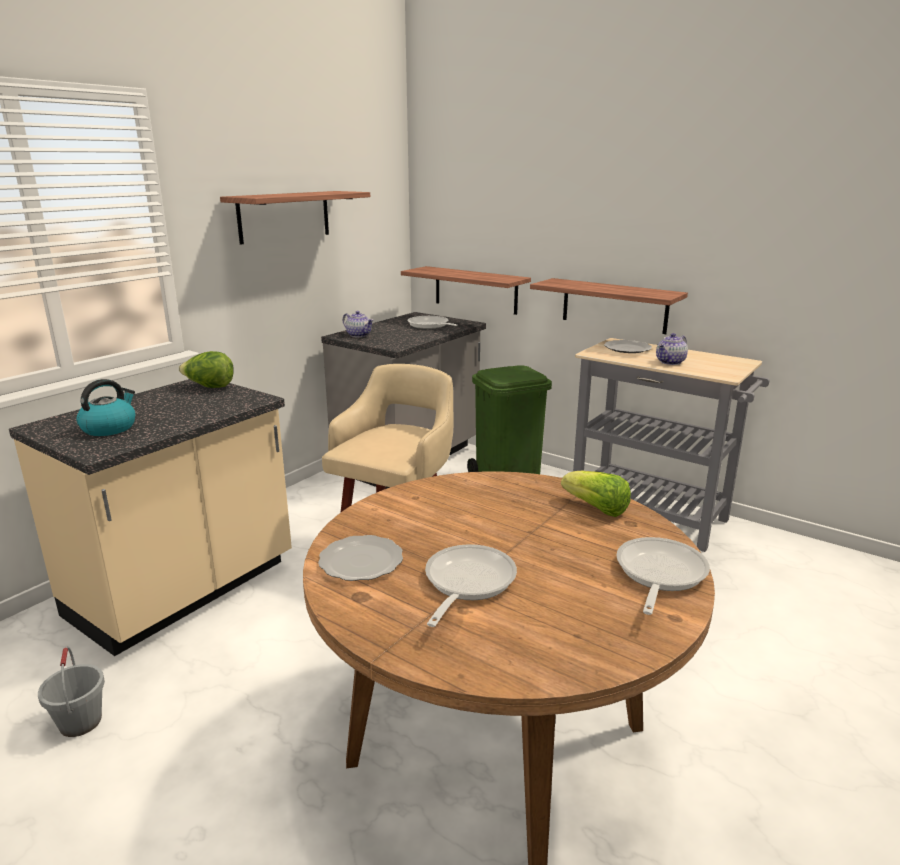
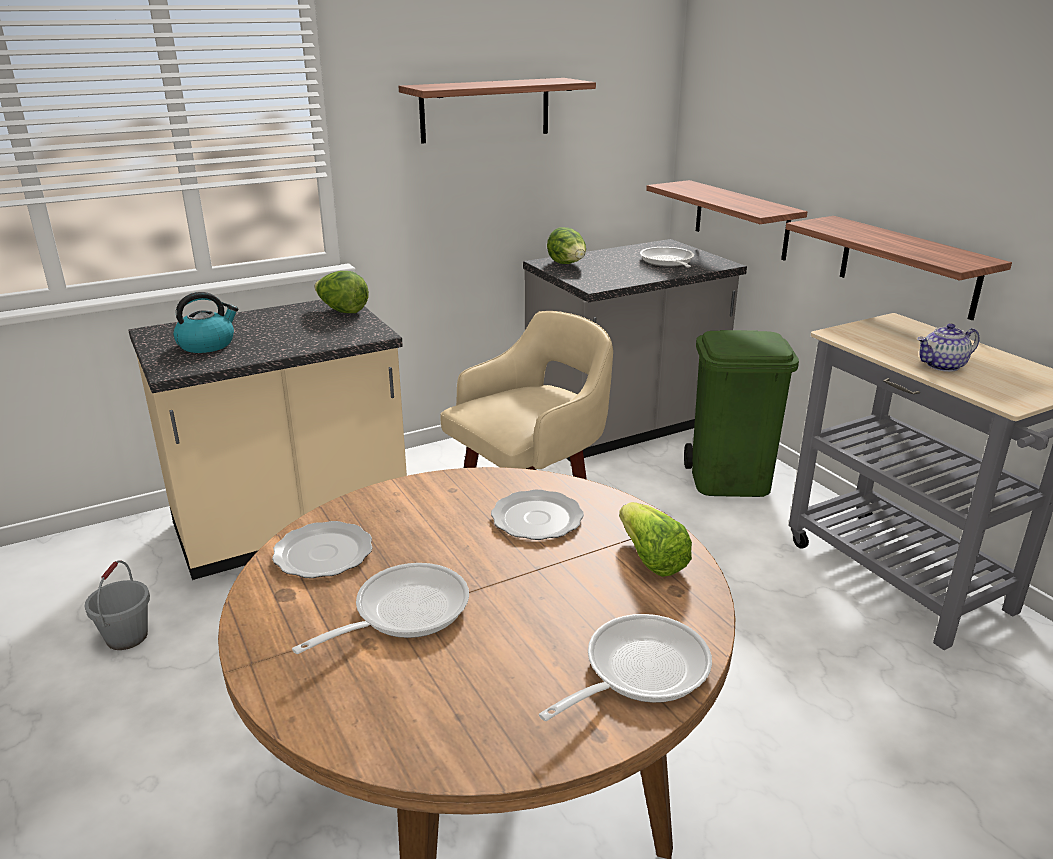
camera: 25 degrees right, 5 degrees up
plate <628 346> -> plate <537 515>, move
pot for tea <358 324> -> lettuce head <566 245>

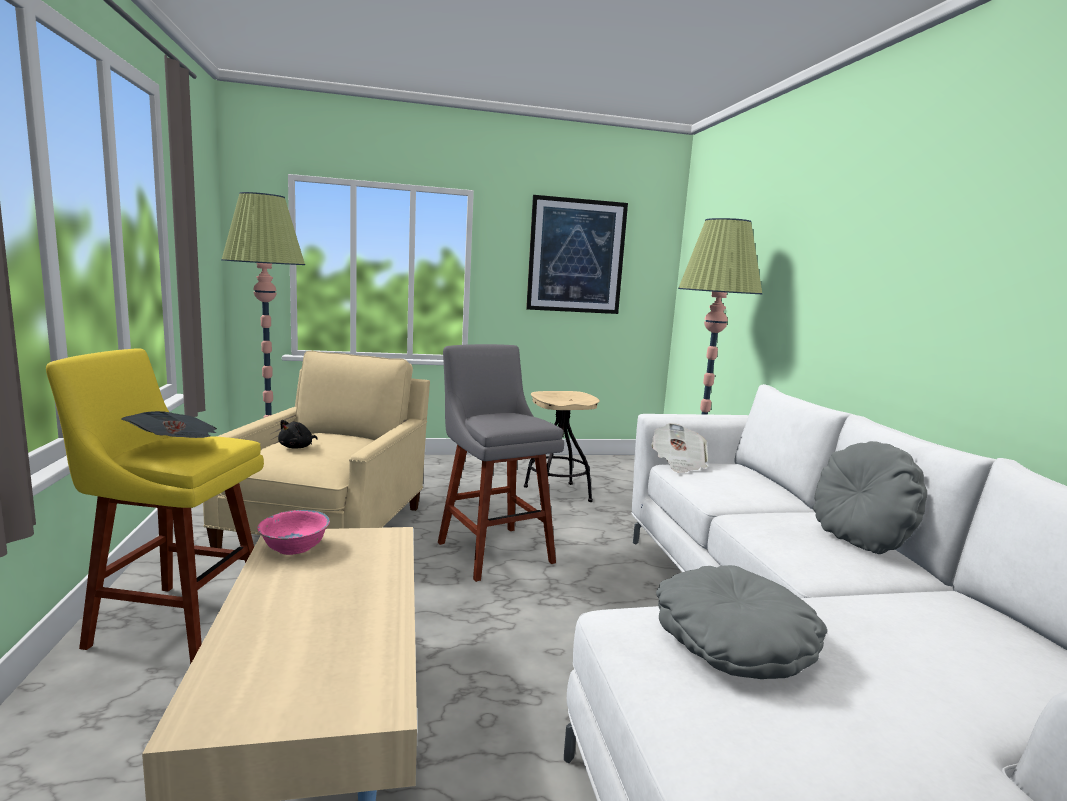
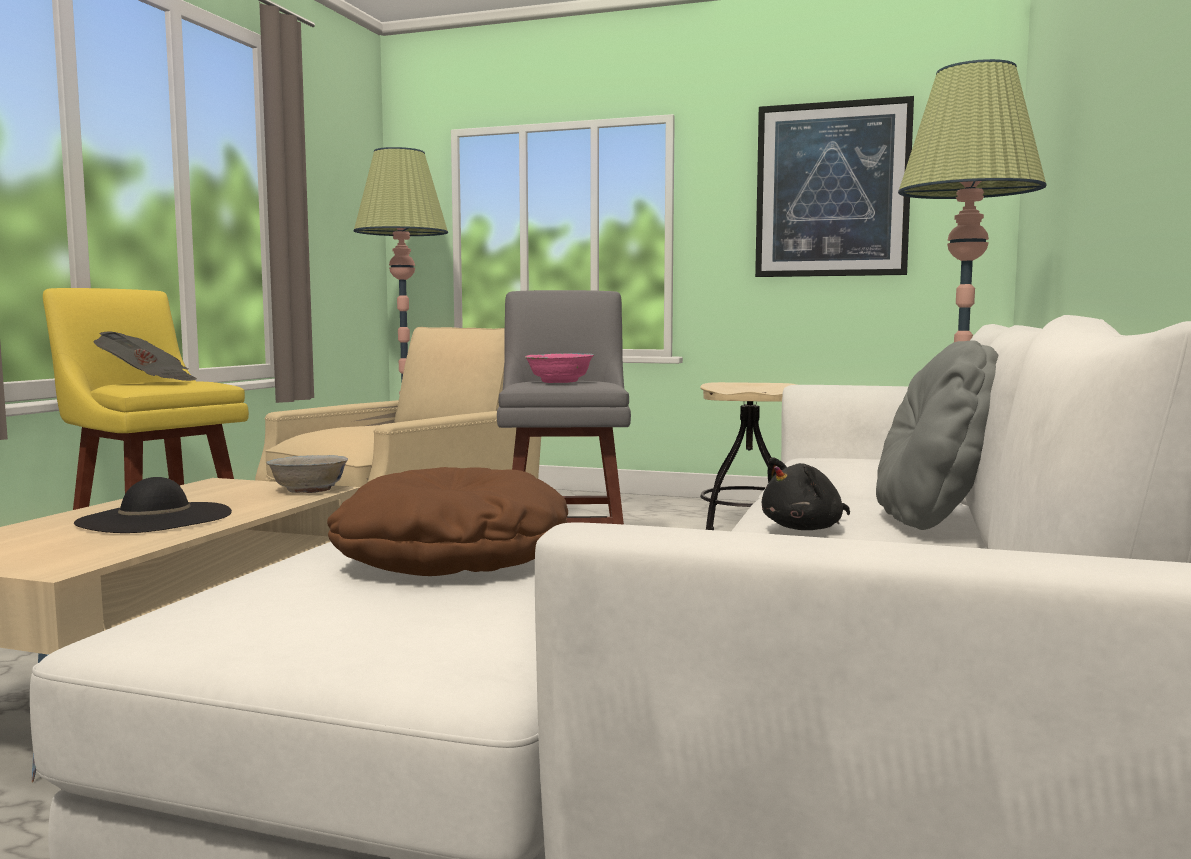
camera: 30 degrees right, 5 degrees down
none -> black wearable hat <153 505>
none -> white serving bowl <307 474>
grey cushion <741 622> -> brown-coloured cushion <447 521>
pinkish serving bowl <293 532> -> pinkish serving bowl <559 368>, move
black soft toy <298 434> -> black soft toy <806 493>, move
printed paper <679 448> -> none

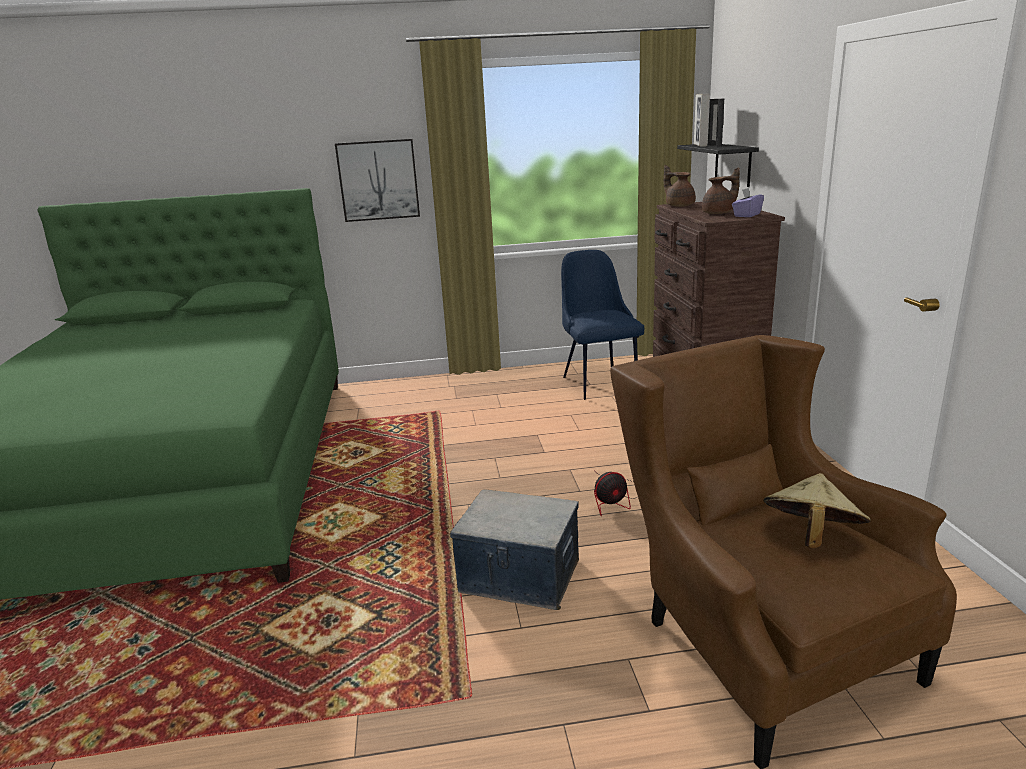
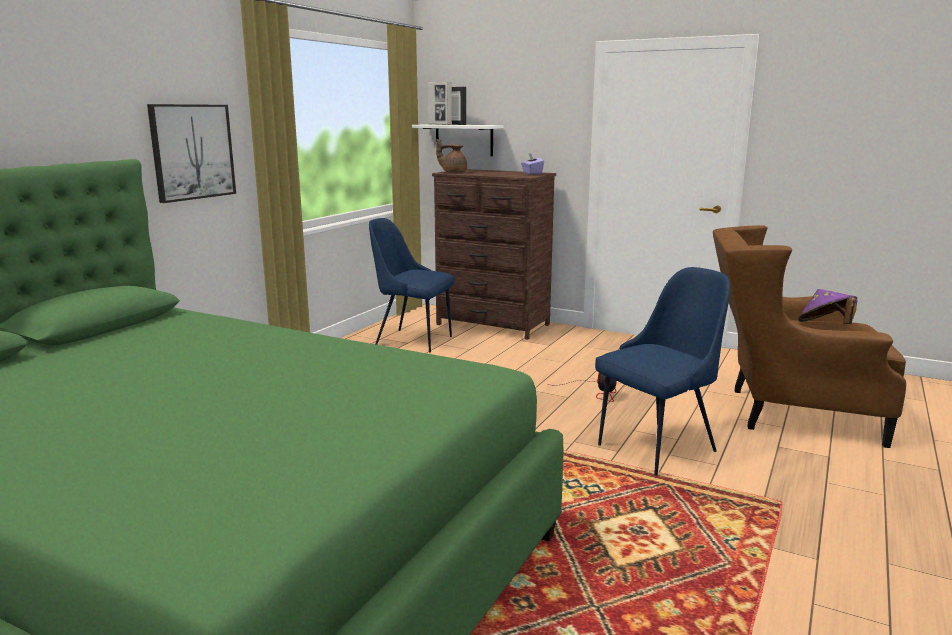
camera: 55 degrees left, 5 degrees down
black shelf <718 165> -> white shelf <457 140>
storage bin <514 549> -> bluish upright chair <662 371>
beige wearable hat <817 510> -> purple-coloured wearable hat <827 306>
brown-coloured pot for tea <721 191> -> none

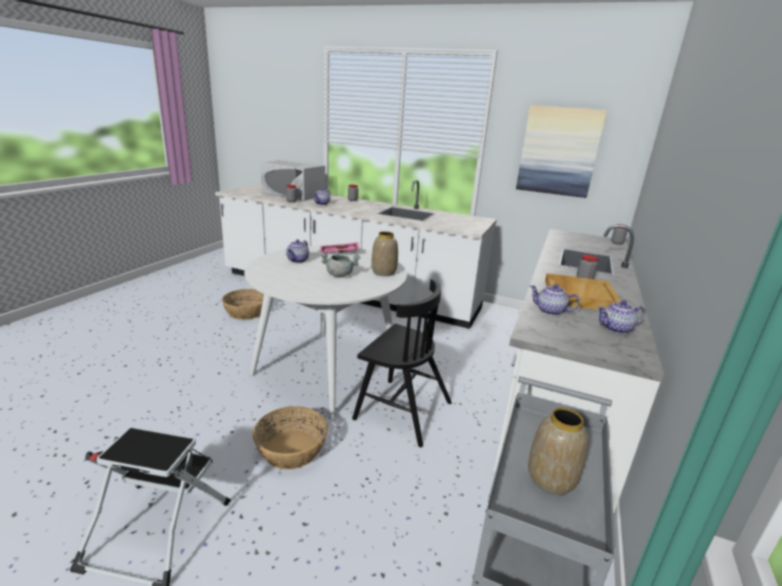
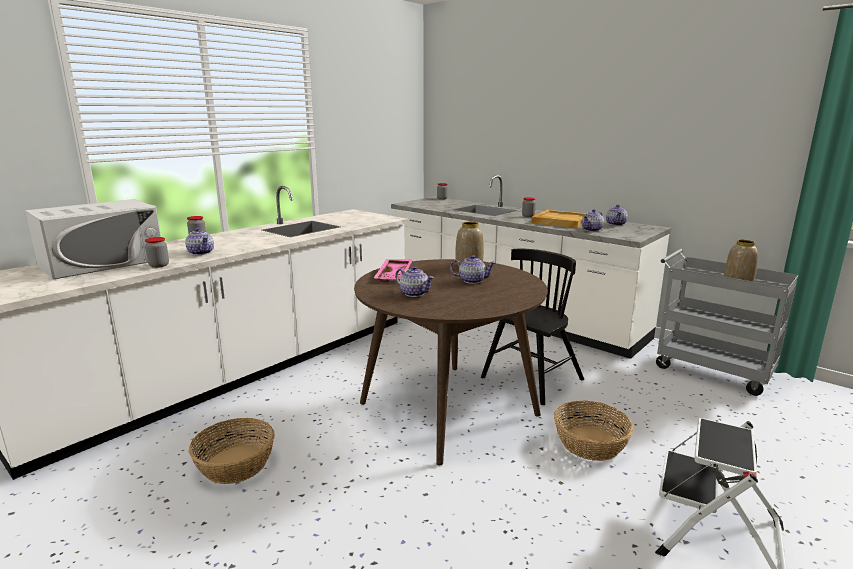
camera: 70 degrees left, 5 degrees down
white dining table <325 331> -> brown-coloured dining table <451 362>
grey stockpot <340 265> -> pot for tea <473 269>
wall art <561 151> -> none

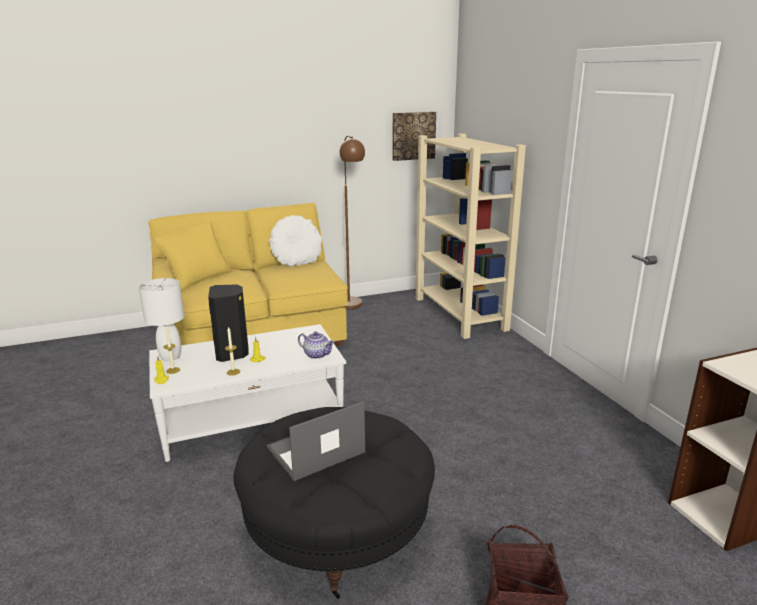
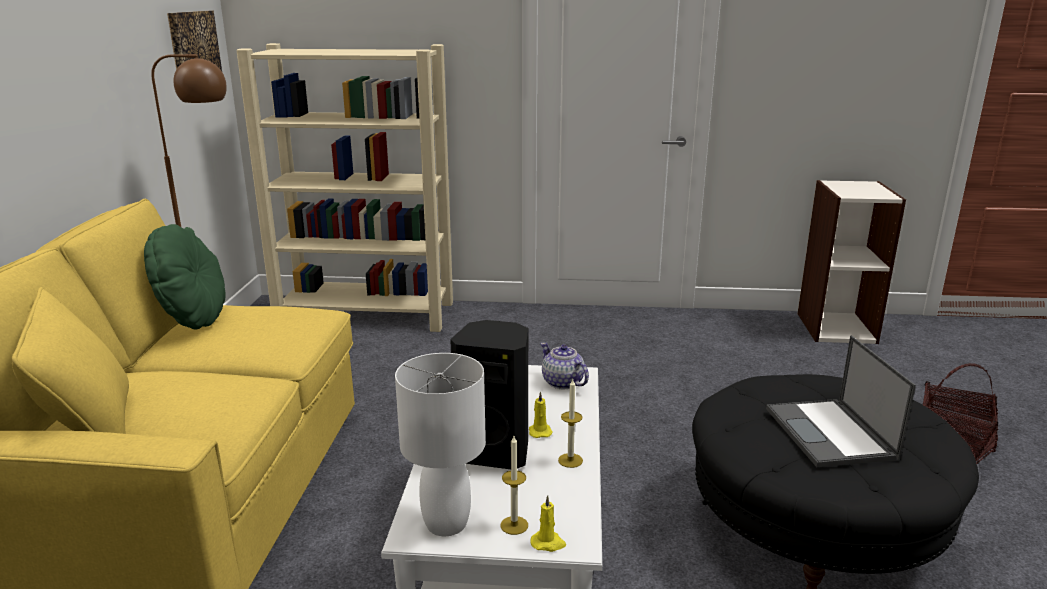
camera: 65 degrees left, 0 degrees up
white cushion <295 241> -> green-coloured cushion <185 277>
pot for tea <316 345> -> pot for tea <564 366>, 90 degrees counterclockwise

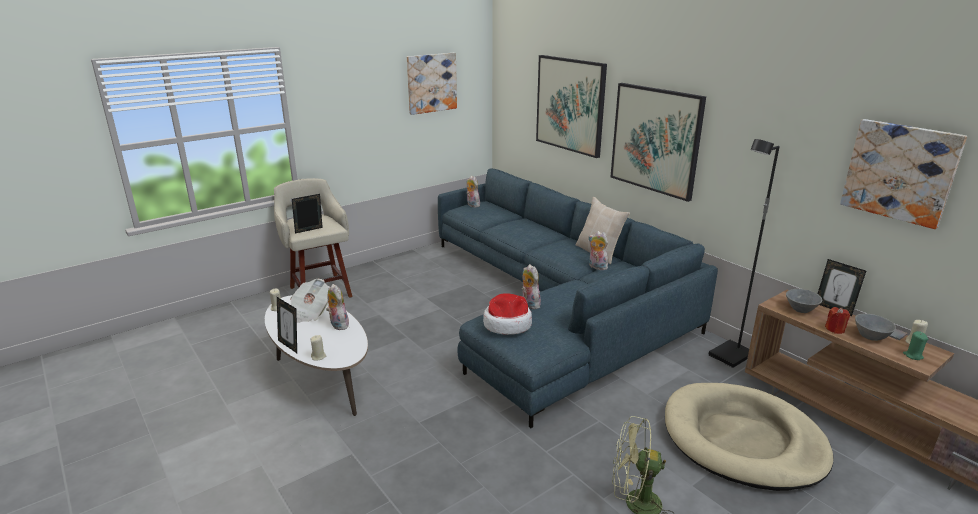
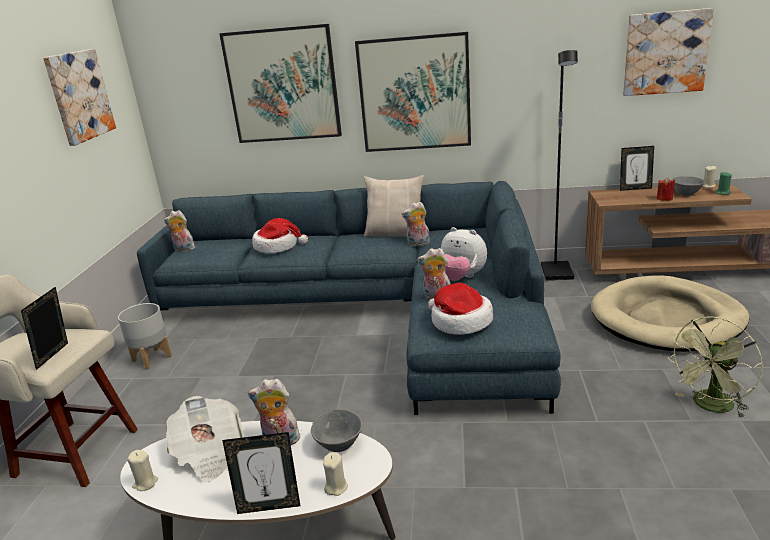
camera: 45 degrees left, 0 degrees up
none -> grey flower pot <145 336>
none -> wearable hat <280 235>
grey serving bowl <804 301> -> grey serving bowl <337 430>, move
none -> soft toy <464 254>

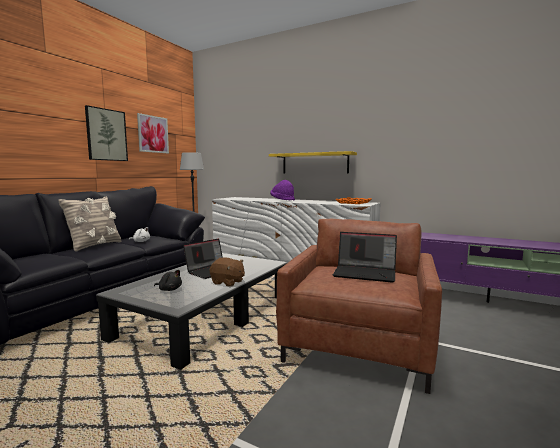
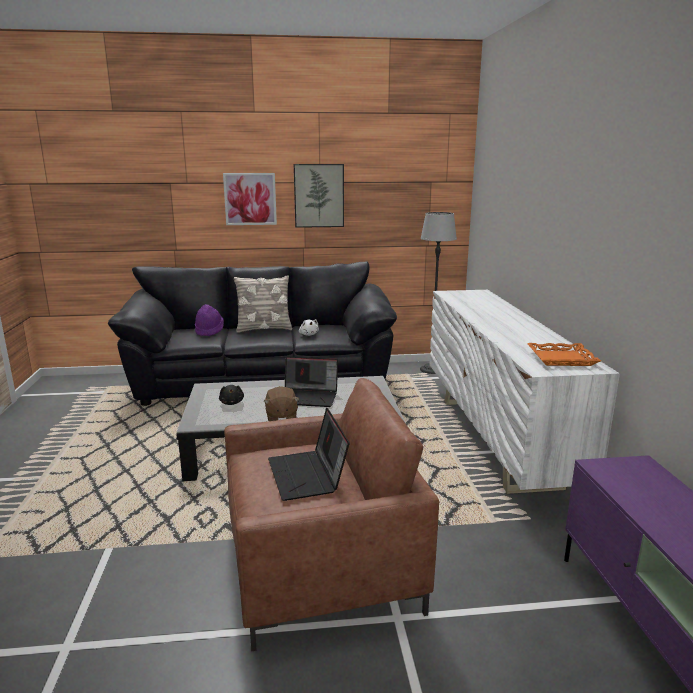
camera: 55 degrees right, 10 degrees up
purple-coloured wearable hat <282 190> -> purple-coloured wearable hat <209 320>, move
wall art <153 133> -> wall art <250 199>, move
yellow shelf <313 162> -> none

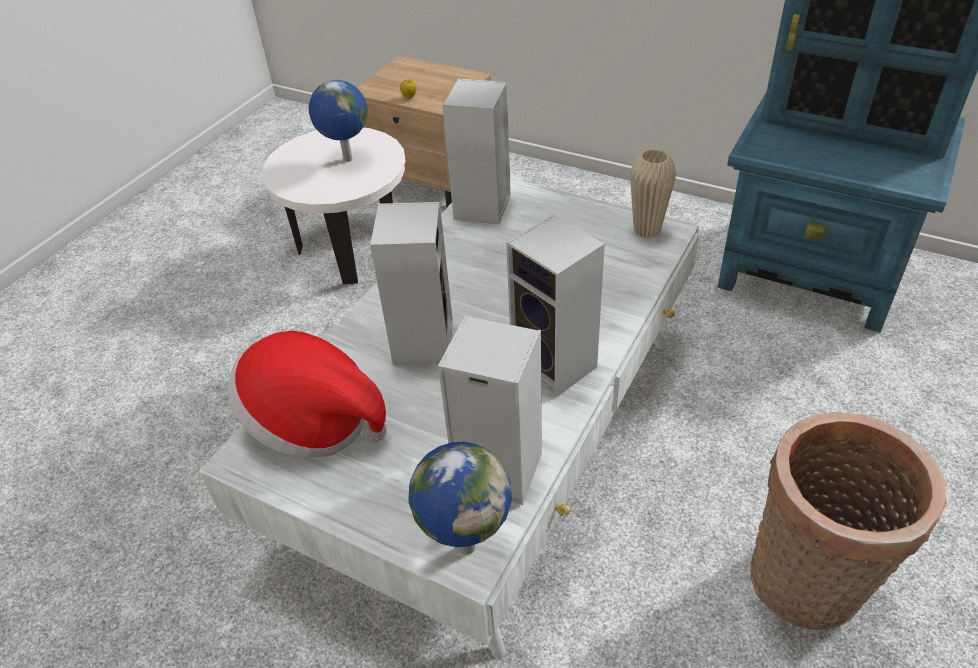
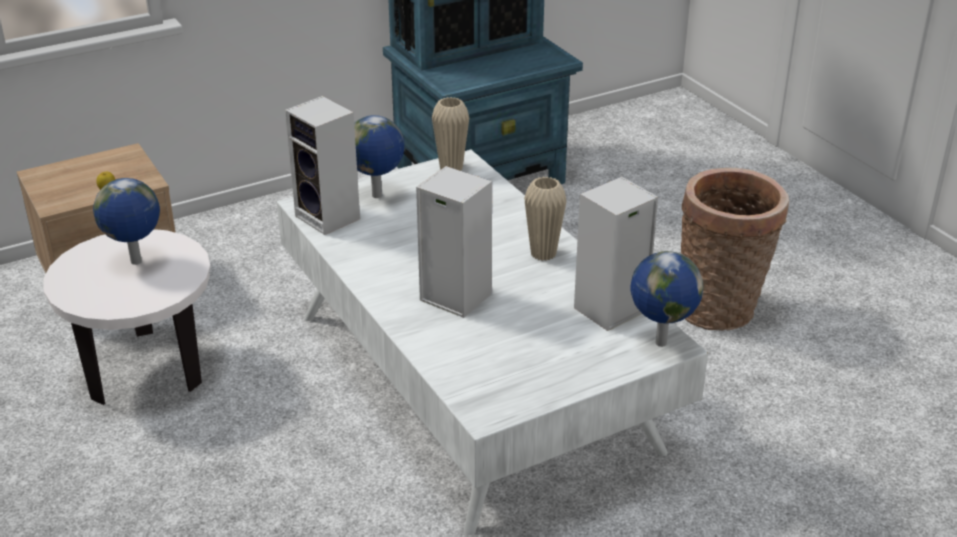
camera: 60 degrees left, 10 degrees down
none -> desk globe <379 156>
loudspeaker <555 305> -> beige vase <545 219>
wearable hat <307 394> -> none

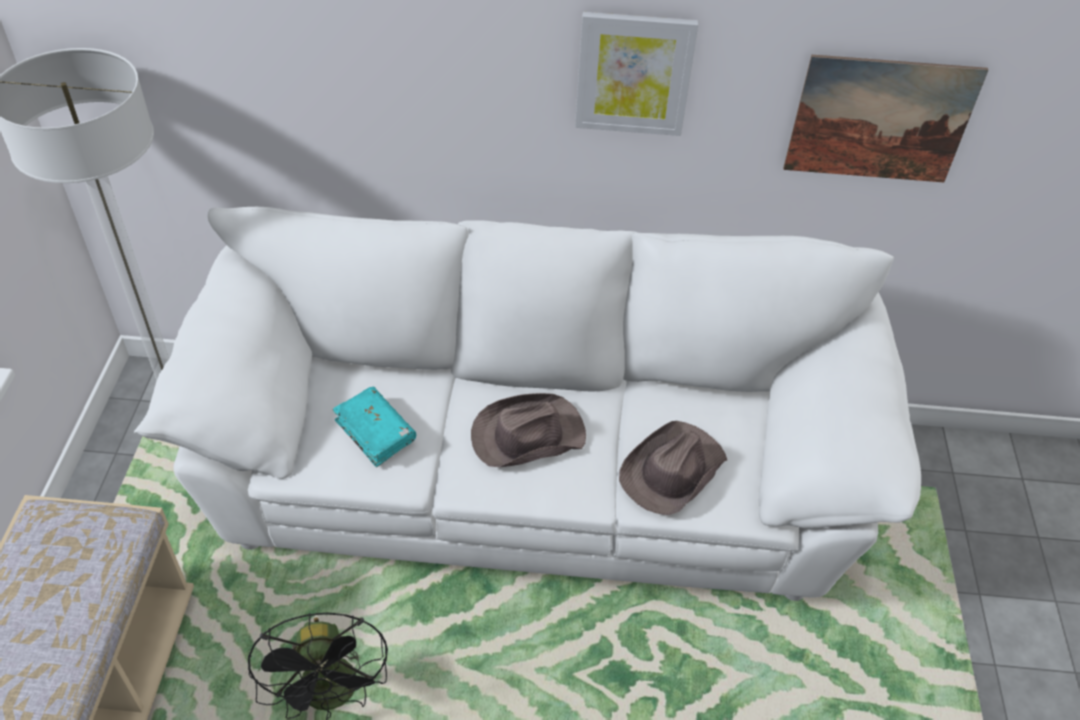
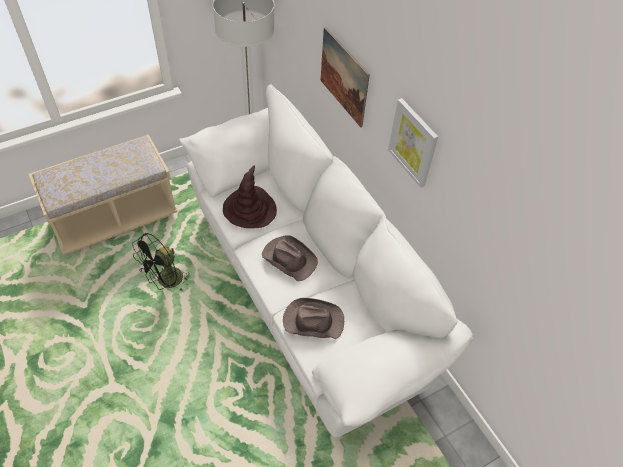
camera: 55 degrees right, 5 degrees up
turquoise-coloured bound book <374 427> -> brown-coloured wearable hat <250 196>
wall art <885 118> -> wall art <345 77>, move

